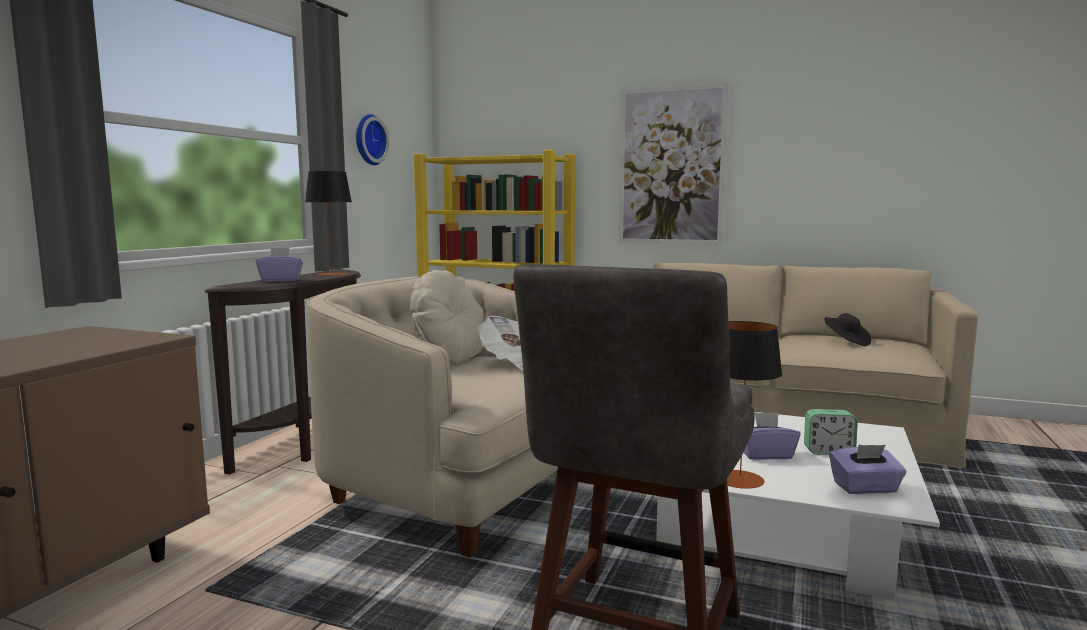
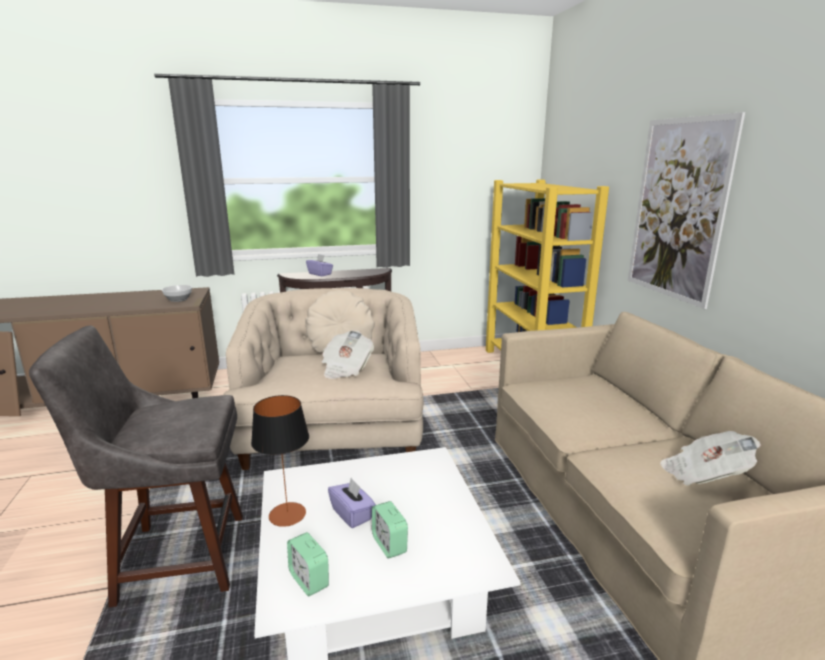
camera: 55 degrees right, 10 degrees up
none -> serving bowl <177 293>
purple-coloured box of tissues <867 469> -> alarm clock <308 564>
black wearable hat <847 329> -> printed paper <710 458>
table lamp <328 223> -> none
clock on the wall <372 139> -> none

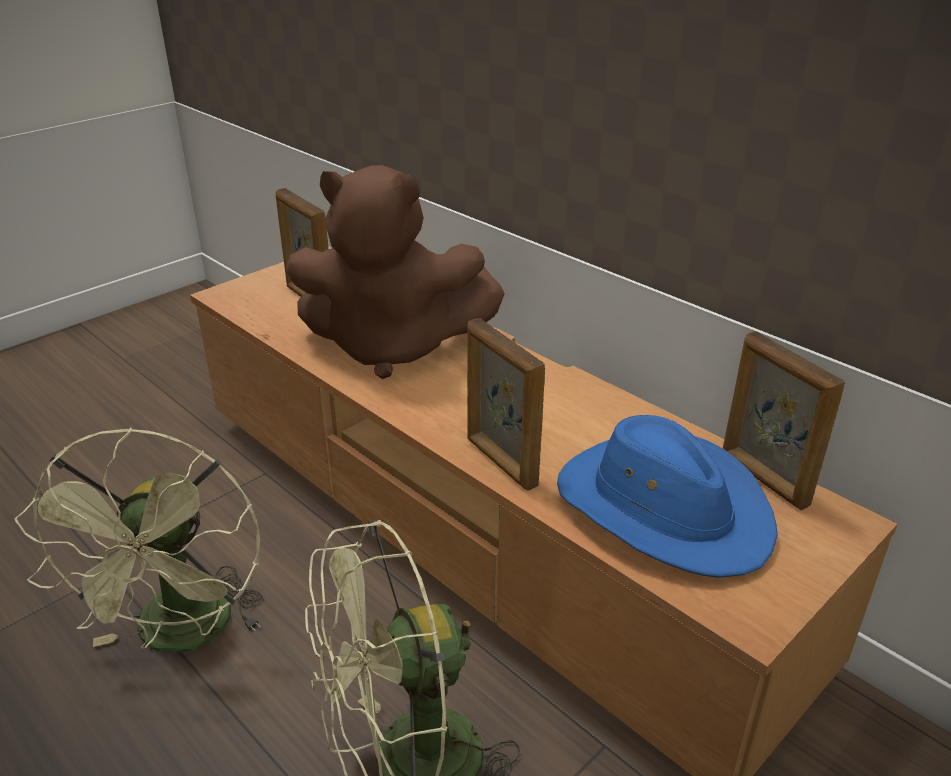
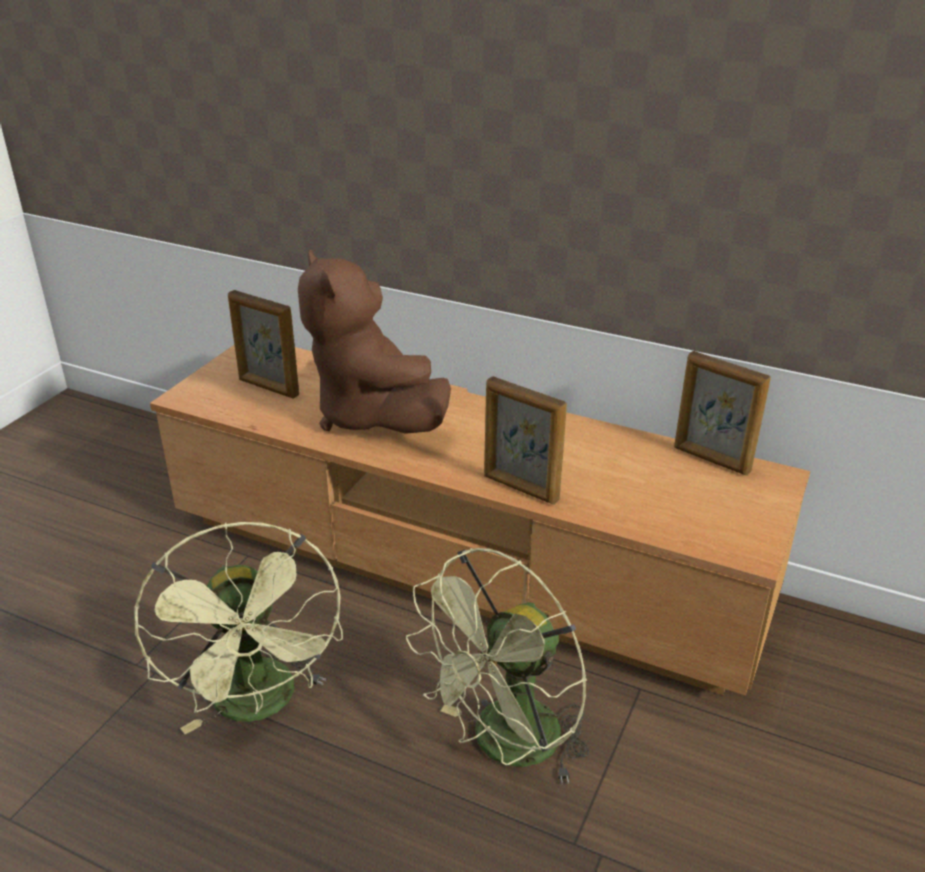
camera: 20 degrees left, 0 degrees up
brown-coloured soft toy <395 272> -> brown-coloured soft toy <374 342>, 75 degrees clockwise
bluish wearable hat <667 496> -> none

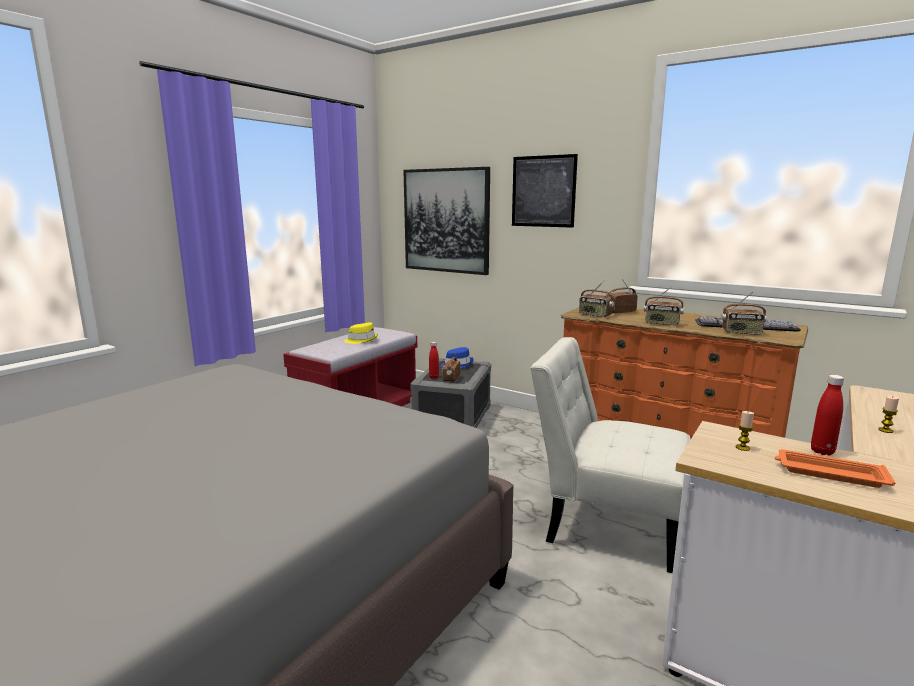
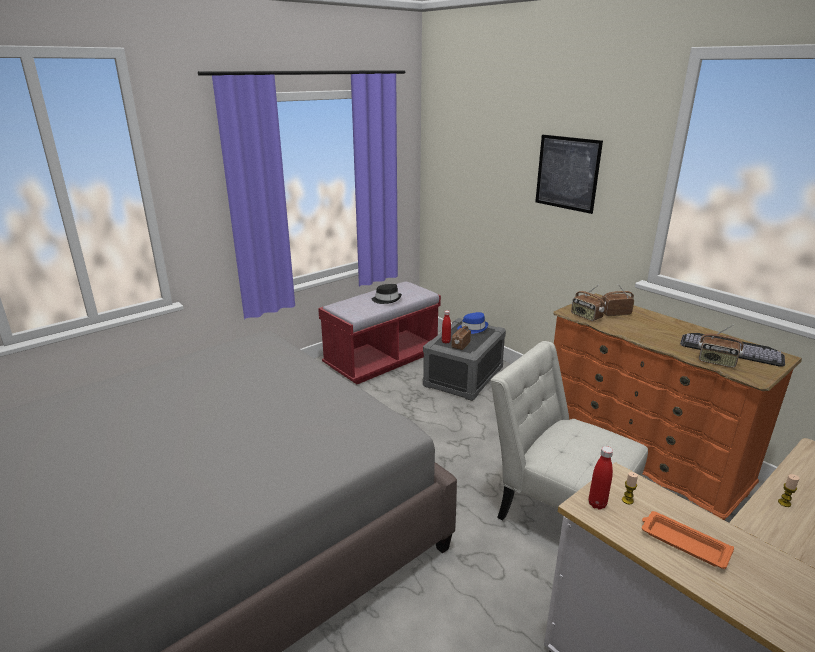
camera: 15 degrees right, 10 degrees up
yellow wearable hat <361 333> -> black wearable hat <387 294>
red beverage bottle <827 415> -> red beverage bottle <601 478>, move
wall art <446 221> -> none
radio receiver <664 306> -> none

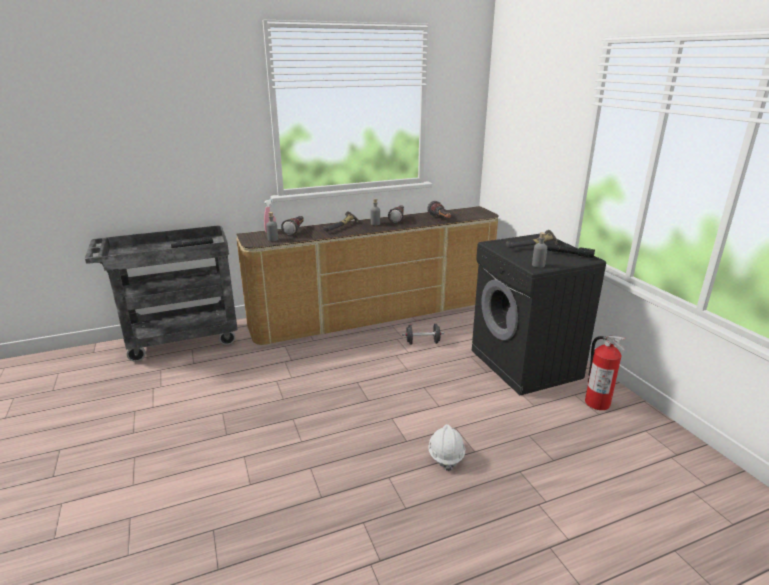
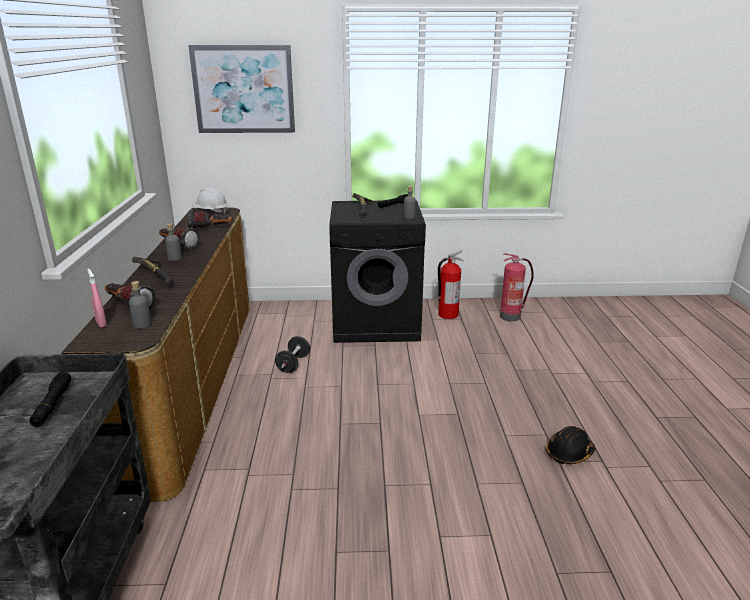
camera: 70 degrees left, 0 degrees up
none -> wall art <241 89>
white hard hat <446 447> -> white hard hat <210 200>, move
none -> fire extinguisher <517 287>
none -> black hard hat <571 445>

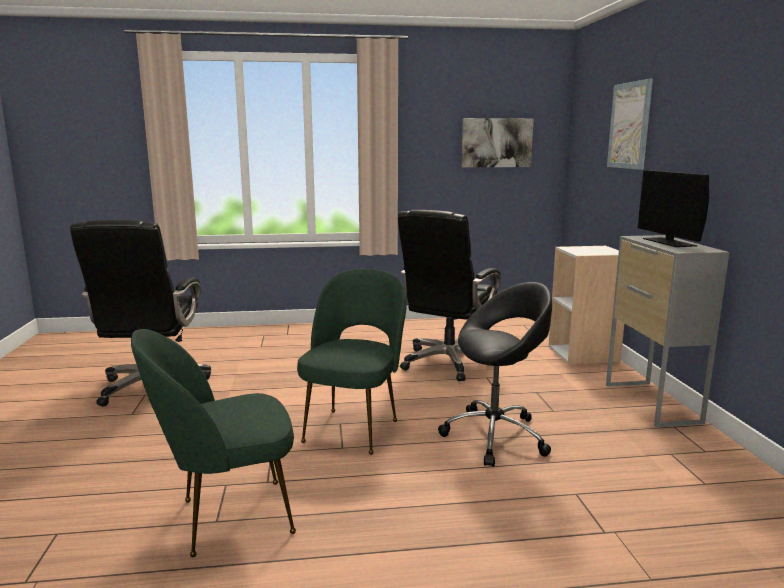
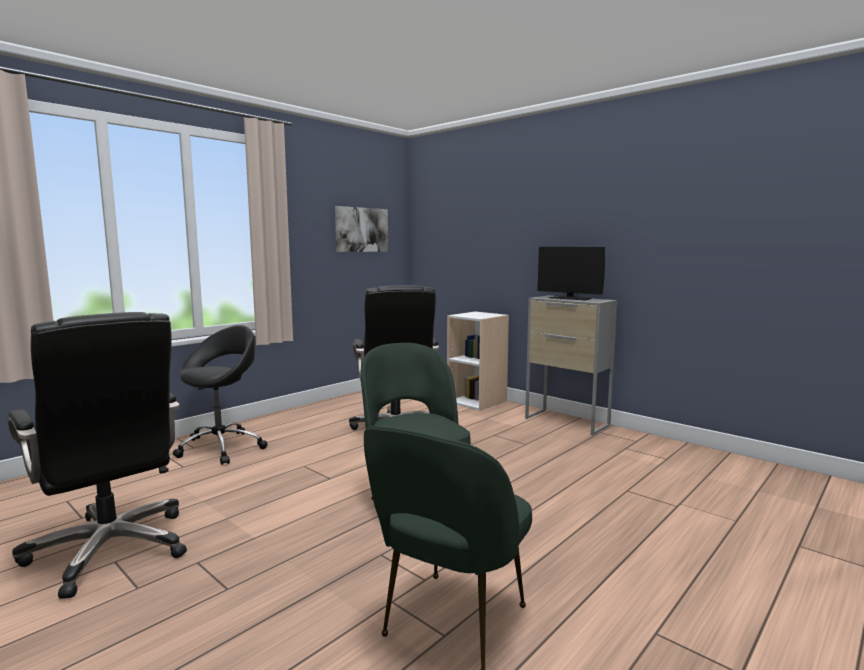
camera: 40 degrees left, 5 degrees down
black computer chair <495 374> -> black computer chair <220 395>, move
wall art <630 124> -> none

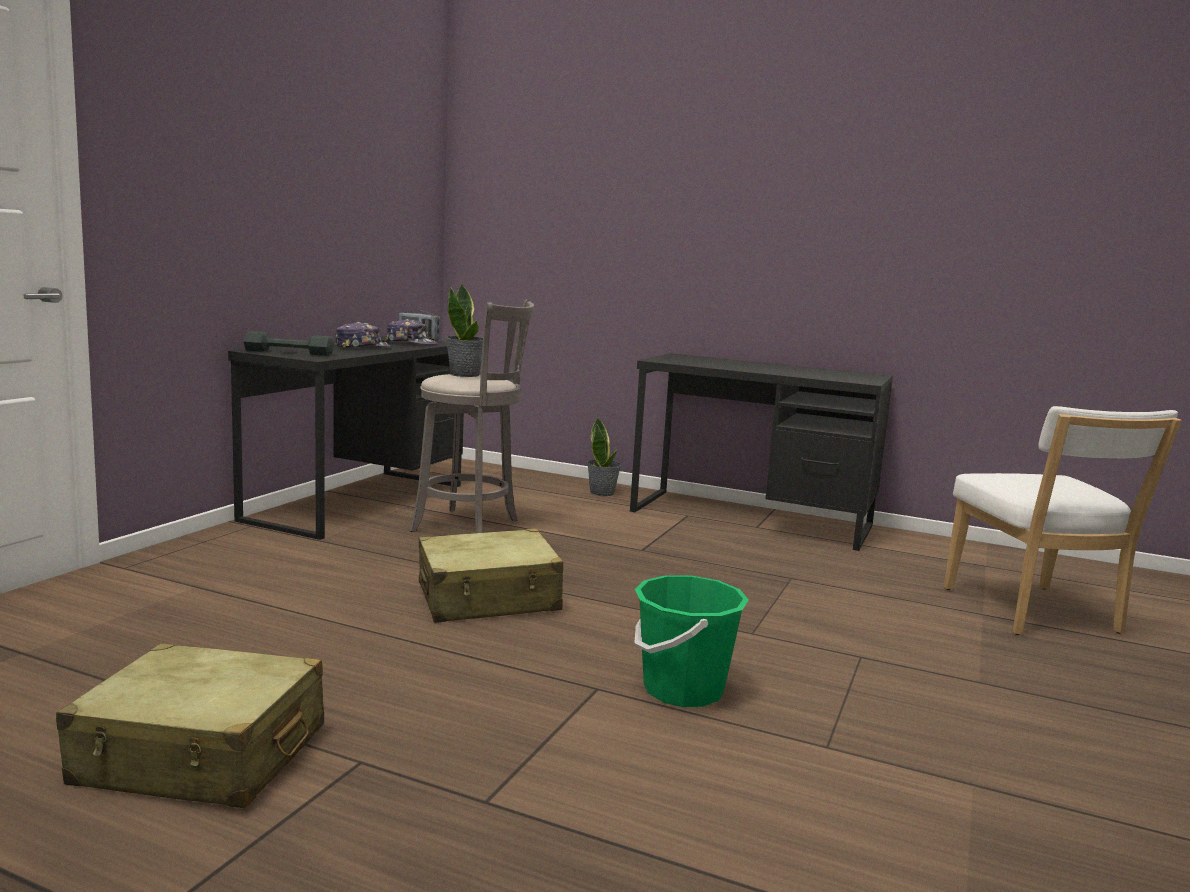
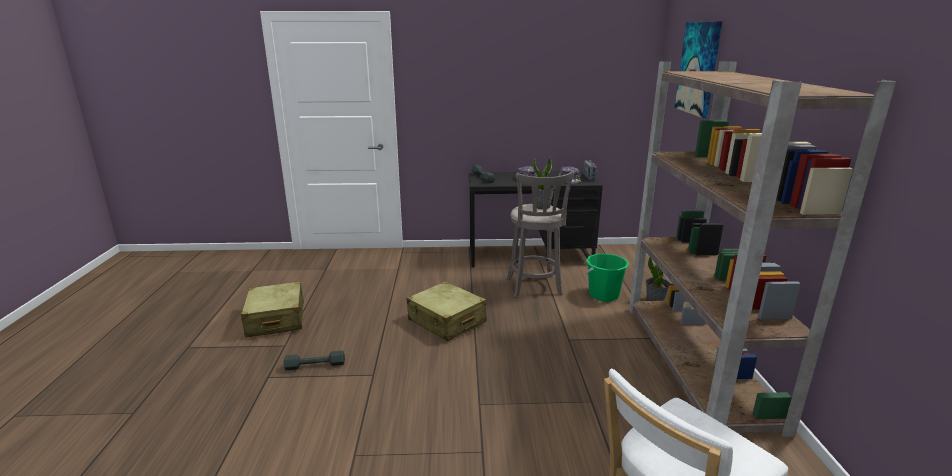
camera: 65 degrees right, 10 degrees up
none -> grey free weight <314 360>
green-coloured bucket <691 641> -> green-coloured bucket <607 278>, move
black desk <761 452> -> brown-coloured bookcase <762 249>
none -> wall art <698 69>

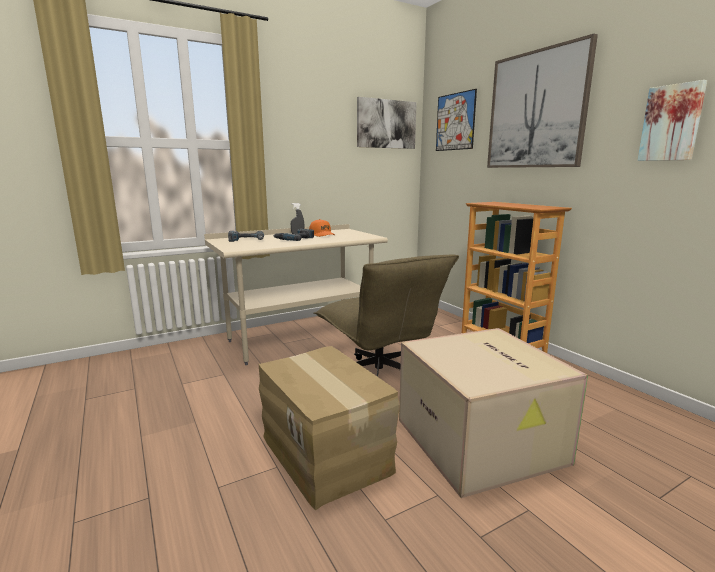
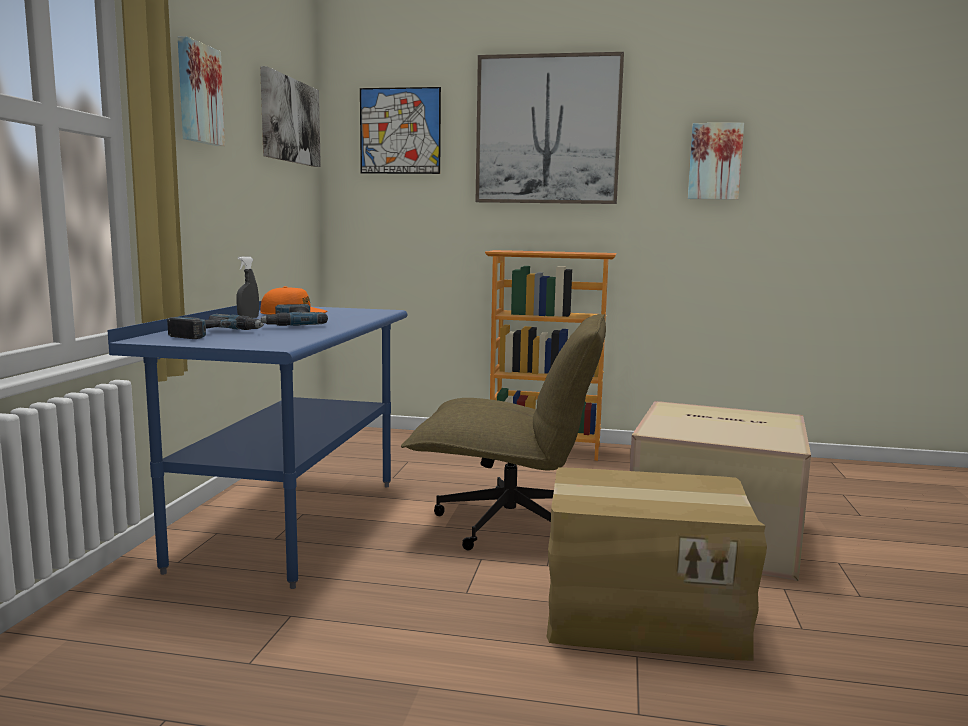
camera: 50 degrees left, 5 degrees down
beige desk <296 294> -> bluish desk <257 445>
none -> wall art <201 91>

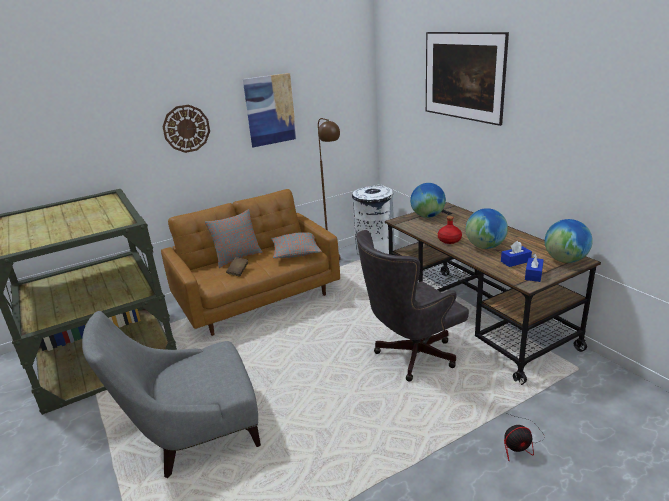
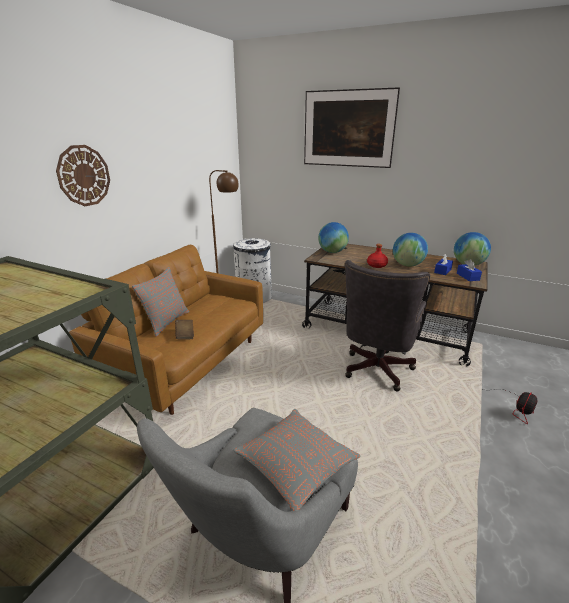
camera: 35 degrees left, 0 degrees up
grey cushion <296 245> -> grey cushion <296 460>, move
wall art <270 110> -> none

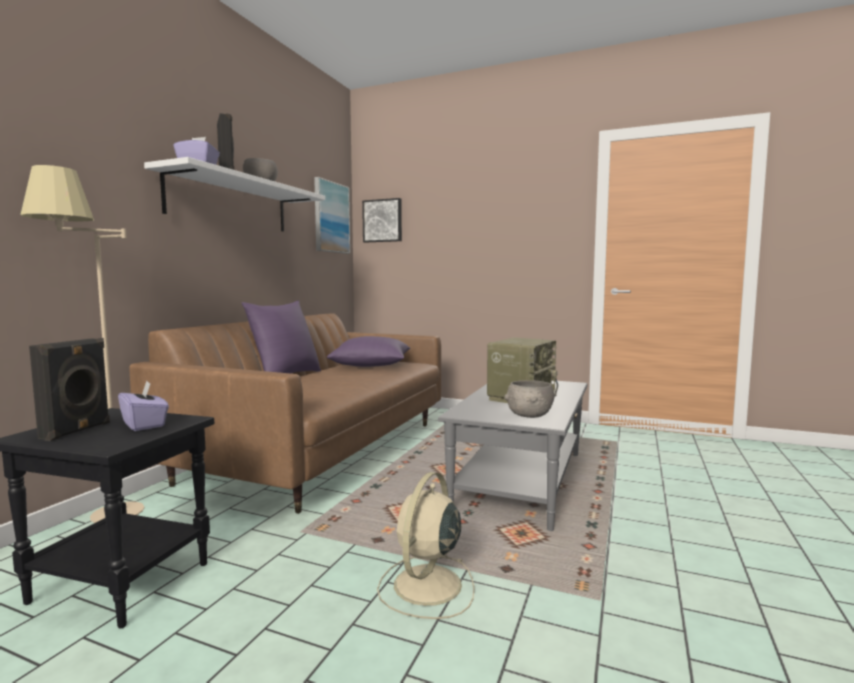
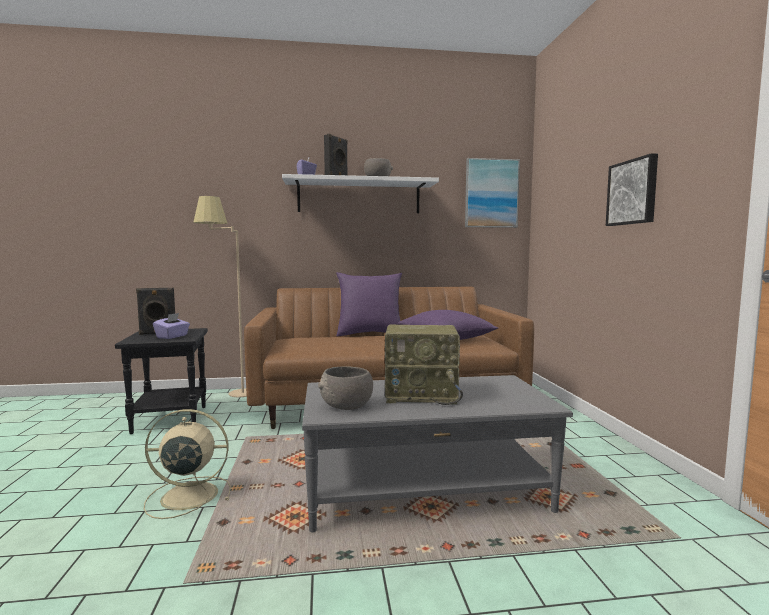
camera: 60 degrees right, 0 degrees up
wall art <382 220> -> wall art <632 189>, move

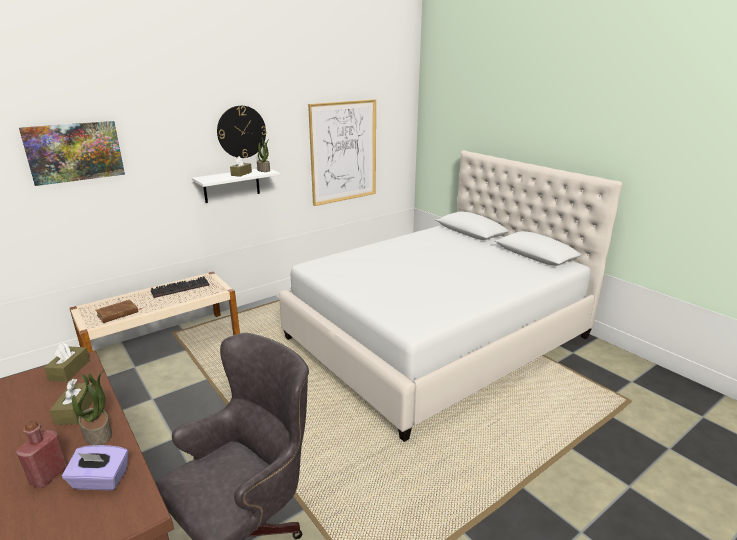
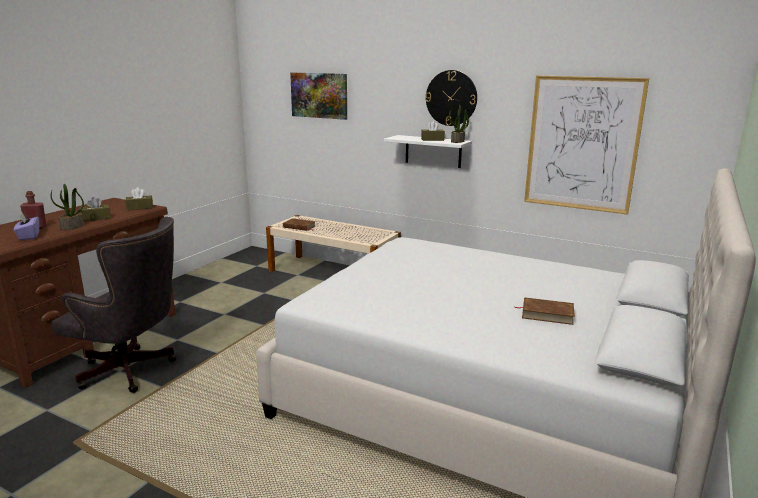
camera: 65 degrees right, 5 degrees down
none -> brown-coloured bound book <544 311>
PC keyboard <180 287> -> none

